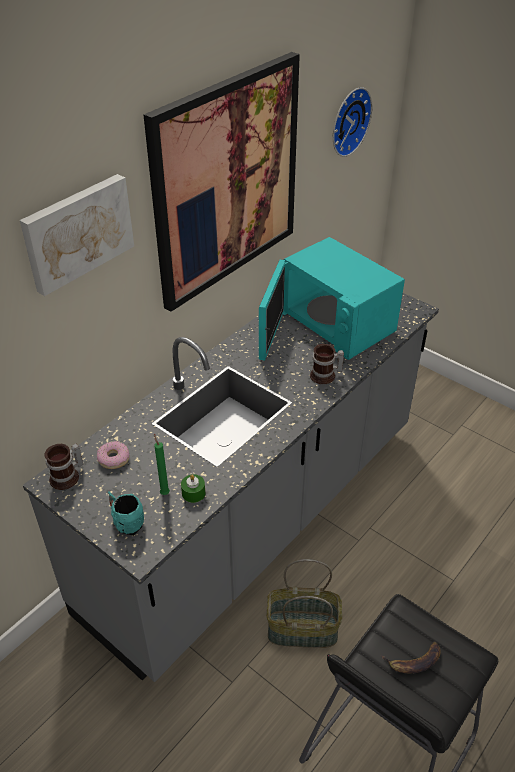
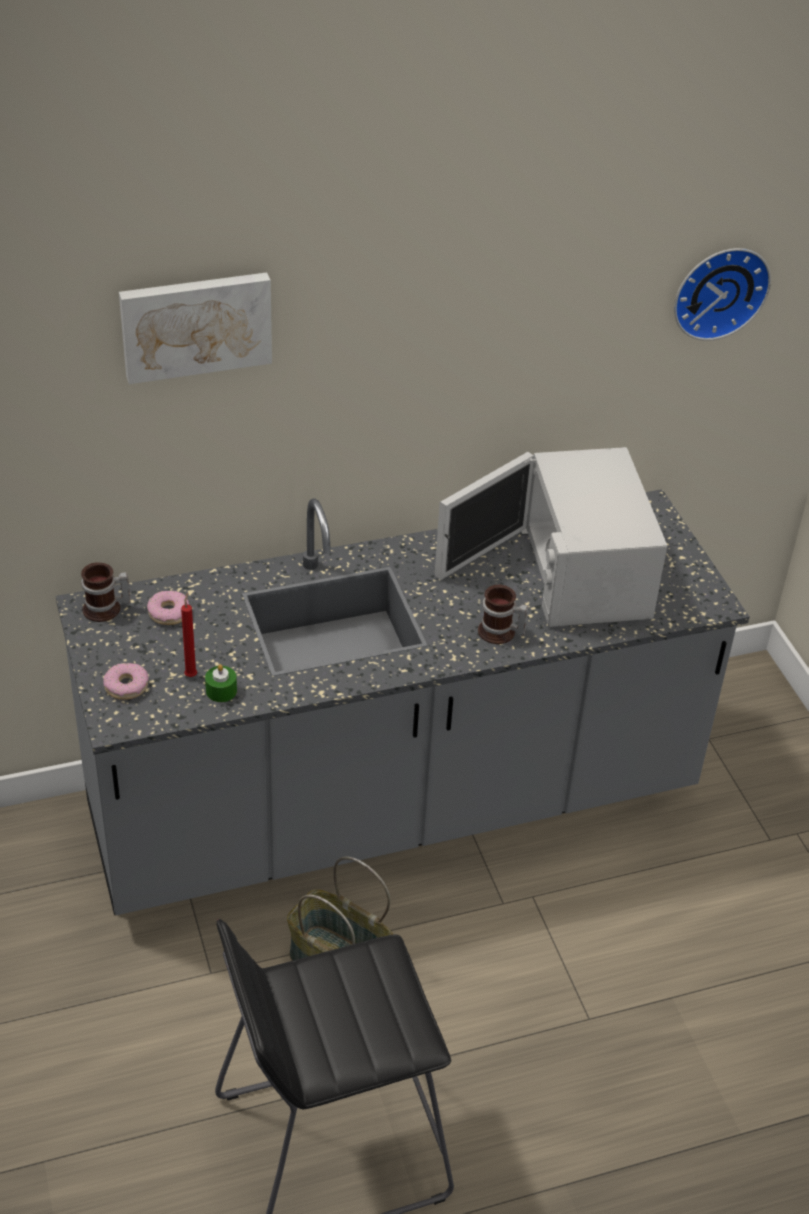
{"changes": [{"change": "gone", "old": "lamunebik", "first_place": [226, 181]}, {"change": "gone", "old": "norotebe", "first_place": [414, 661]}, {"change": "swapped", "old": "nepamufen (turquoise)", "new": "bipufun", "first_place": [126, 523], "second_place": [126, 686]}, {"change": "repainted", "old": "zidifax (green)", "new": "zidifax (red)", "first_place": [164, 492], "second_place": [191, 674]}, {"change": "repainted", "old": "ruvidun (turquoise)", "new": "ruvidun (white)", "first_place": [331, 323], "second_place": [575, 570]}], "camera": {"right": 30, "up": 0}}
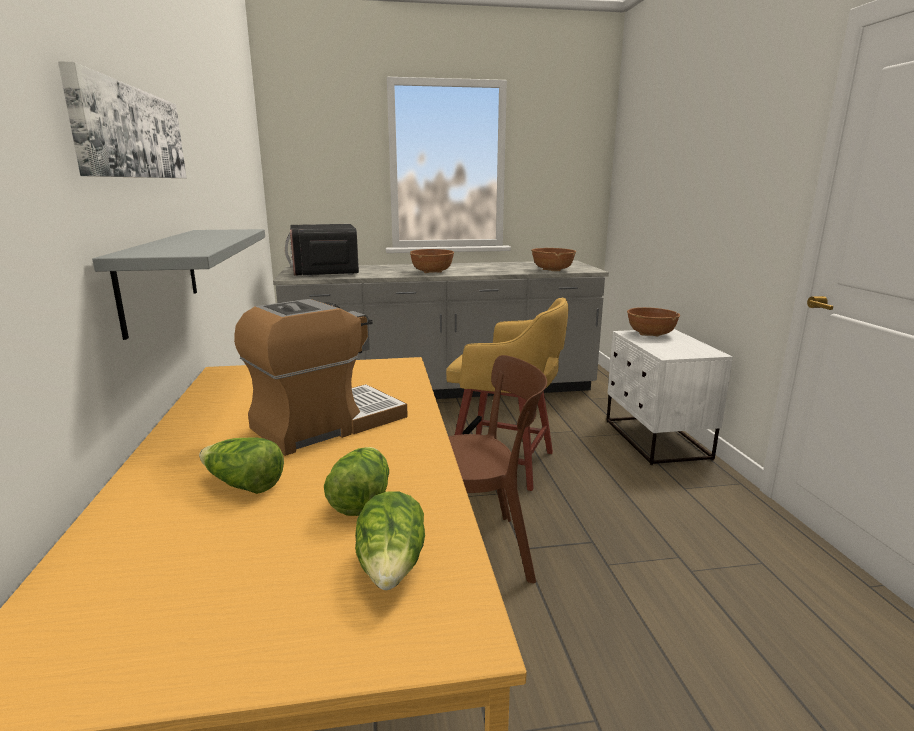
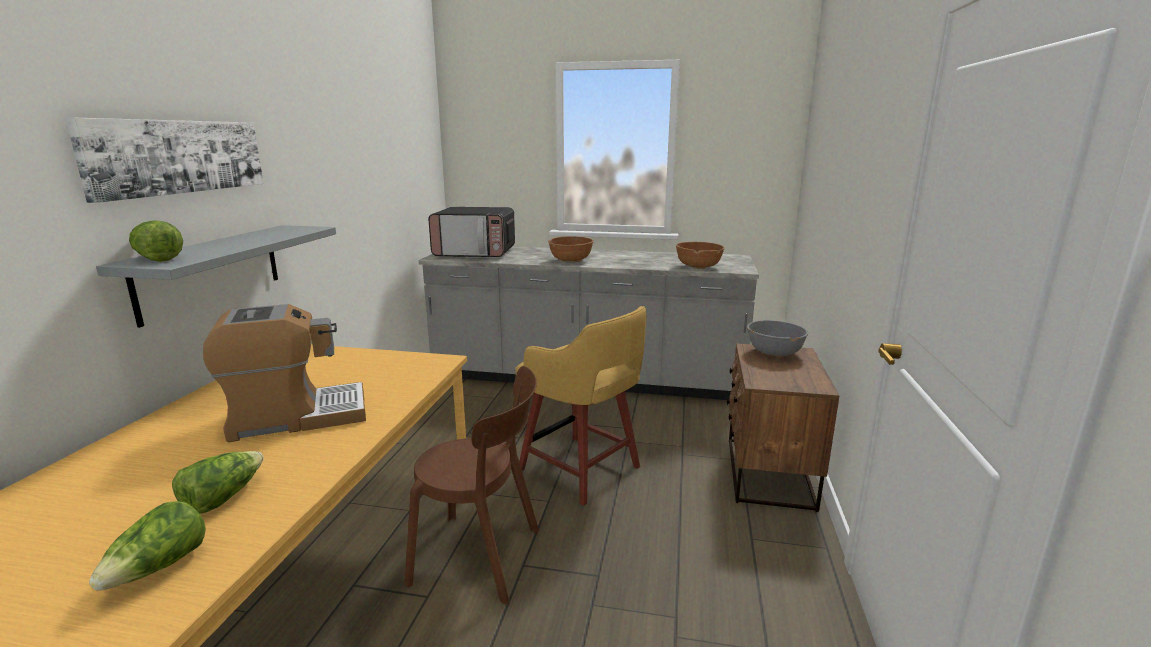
{"changes": [{"change": "shifted", "old": "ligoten", "first_place": [243, 485], "second_place": [157, 258]}, {"change": "repainted", "old": "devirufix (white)", "new": "devirufix (brown)", "first_place": [655, 440], "second_place": [767, 473]}, {"change": "repainted", "old": "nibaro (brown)", "new": "nibaro (grey)", "first_place": [650, 334], "second_place": [774, 353]}, {"change": "rotated", "old": "ruvidun", "first_place": [325, 272], "second_place": [475, 253], "degrees": -90}], "camera": {"right": 20, "up": 0}}
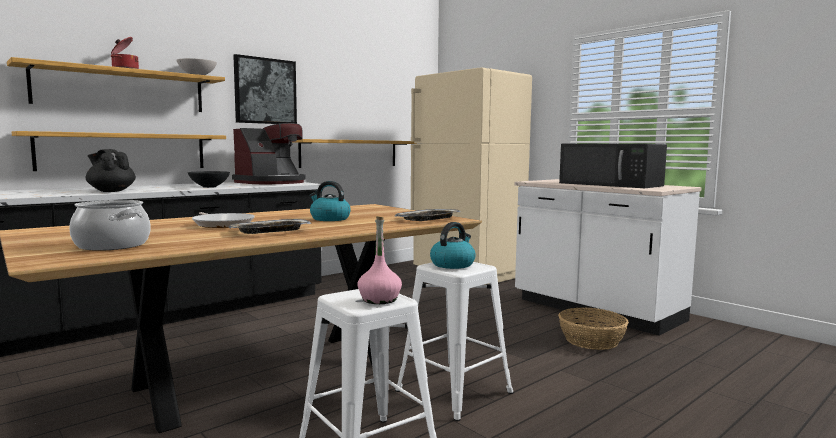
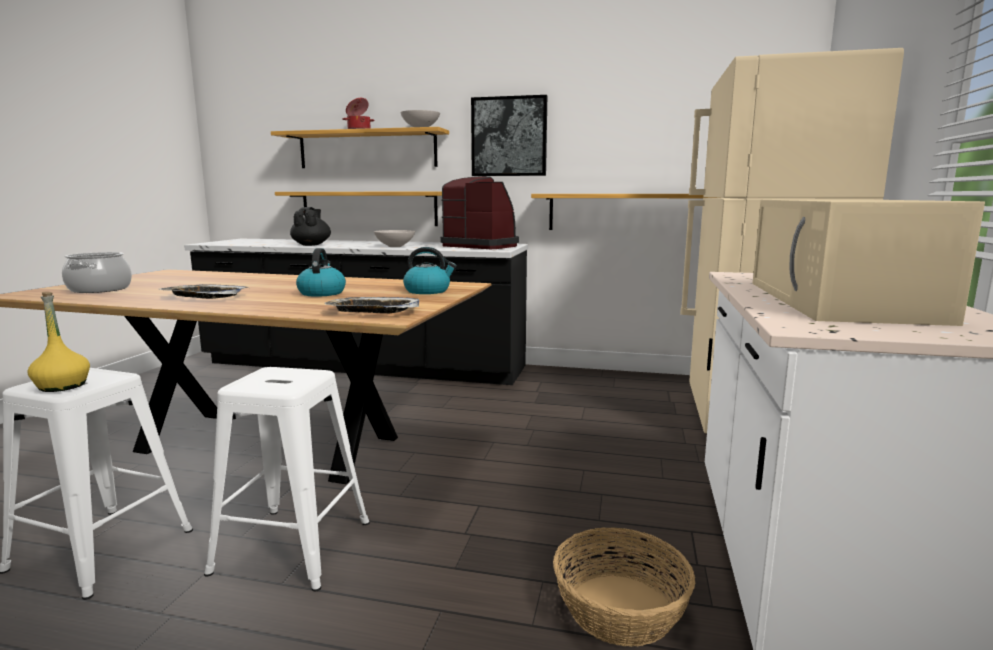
{"changes": [{"change": "gone", "old": "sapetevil", "first_place": [222, 224]}, {"change": "shifted", "old": "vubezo", "first_place": [452, 264], "second_place": [428, 291]}, {"change": "repainted", "old": "nibaro (black)", "new": "nibaro (white)", "first_place": [209, 187], "second_place": [394, 246]}, {"change": "repainted", "old": "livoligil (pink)", "new": "livoligil (yellow)", "first_place": [379, 300], "second_place": [62, 386]}, {"change": "repainted", "old": "ruvidun (black)", "new": "ruvidun (beige)", "first_place": [611, 184], "second_place": [840, 301]}, {"change": "rotated", "old": "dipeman", "first_place": [271, 182], "second_place": [482, 246], "degrees": -150}], "camera": {"right": 55, "up": 5}}
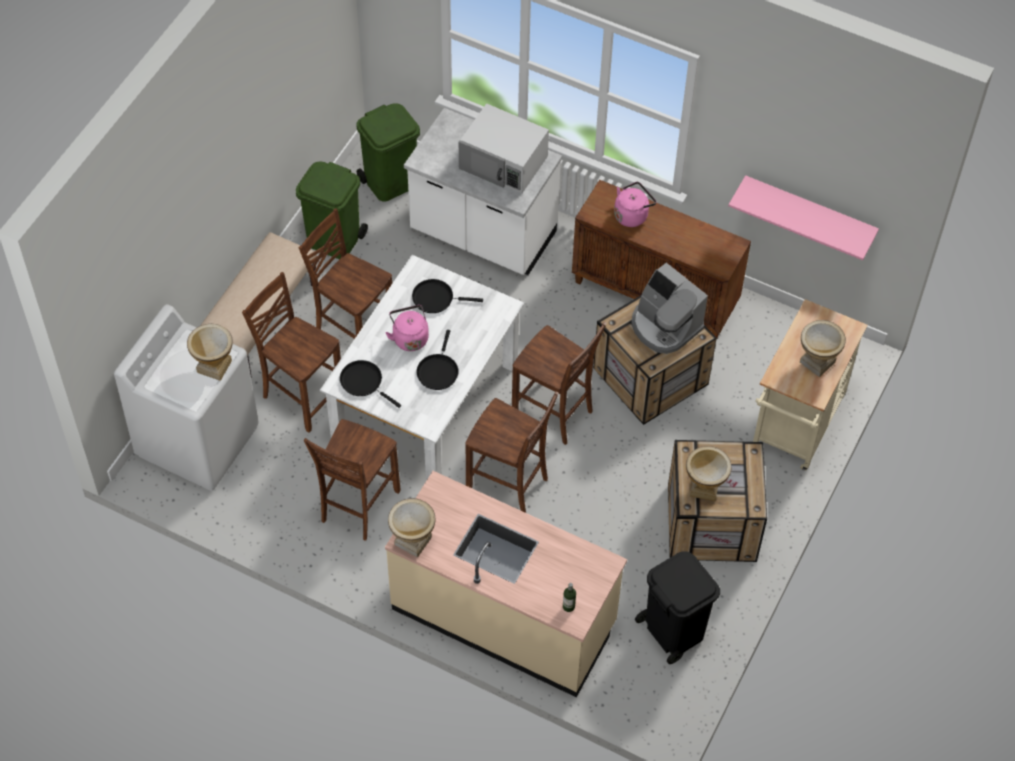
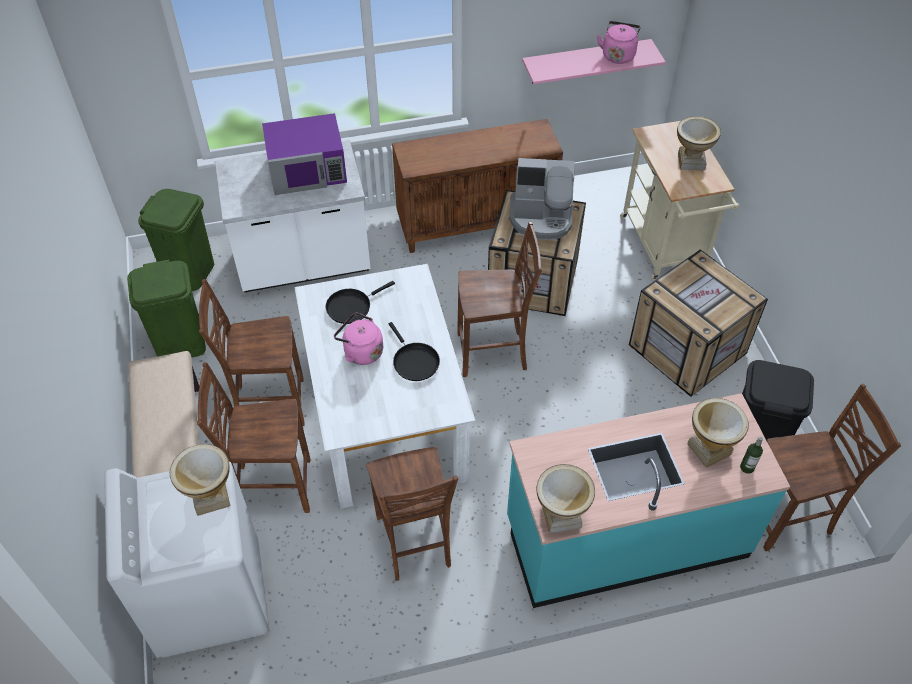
{"changes": [{"change": "gone", "old": "sapetevil (black)", "first_place": [364, 382]}, {"change": "shifted", "old": "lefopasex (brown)", "first_place": [509, 485], "second_place": [788, 517]}, {"change": "shifted", "old": "vubezo (pink)", "first_place": [632, 215], "second_place": [618, 55]}, {"change": "shifted", "old": "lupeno", "first_place": [704, 487], "second_place": [709, 449]}, {"change": "repainted", "old": "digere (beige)", "new": "digere (turquoise)", "first_place": [504, 615], "second_place": [625, 537]}, {"change": "repainted", "old": "ruvidun (white)", "new": "ruvidun (purple)", "first_place": [504, 162], "second_place": [308, 170]}], "camera": {"right": -40, "up": -5}}
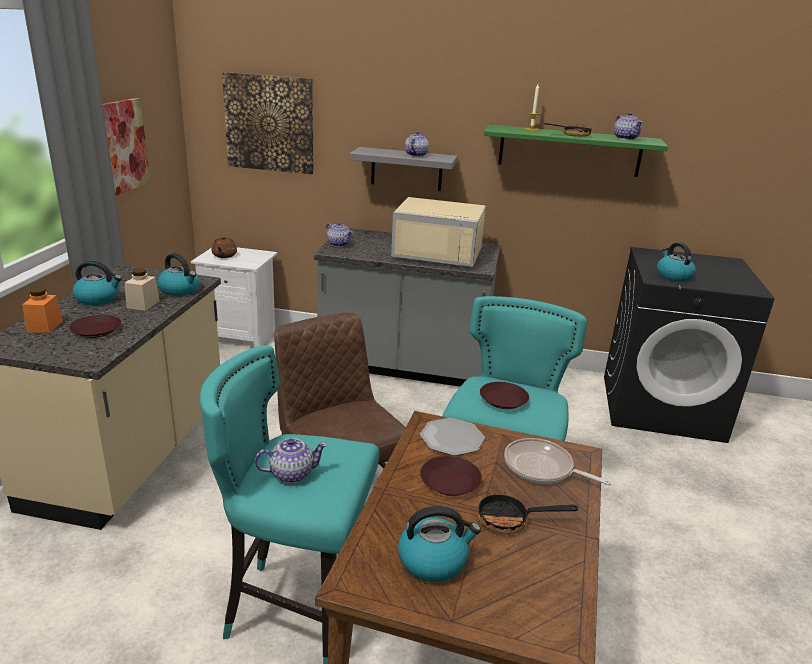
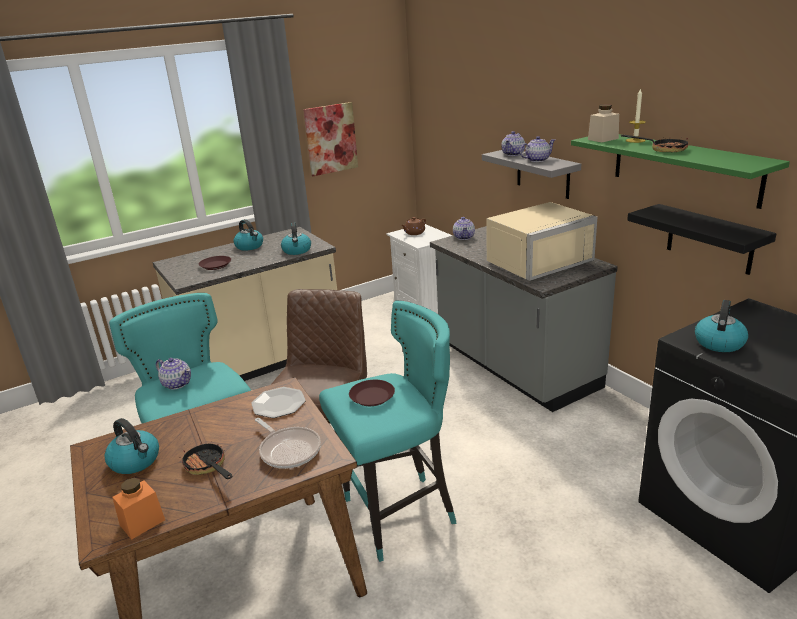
{"changes": [{"change": "gone", "old": "lamunebik", "first_place": [269, 123]}, {"change": "gone", "old": "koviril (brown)", "first_place": [450, 481]}, {"change": "new", "new": "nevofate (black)", "second_place": [709, 239]}, {"change": "shifted", "old": "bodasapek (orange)", "first_place": [45, 326], "second_place": [142, 522]}, {"change": "shifted", "old": "bodasapek (beige)", "first_place": [143, 304], "second_place": [603, 139]}, {"change": "shifted", "old": "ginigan", "first_place": [625, 138], "second_place": [513, 154]}, {"change": "rotated", "old": "ruvidun (beige)", "first_place": [439, 252], "second_place": [535, 261], "degrees": -90}, {"change": "rotated", "old": "sapetevil", "first_place": [542, 468], "second_place": [288, 450], "degrees": 150}], "camera": {"right": 50, "up": 0}}
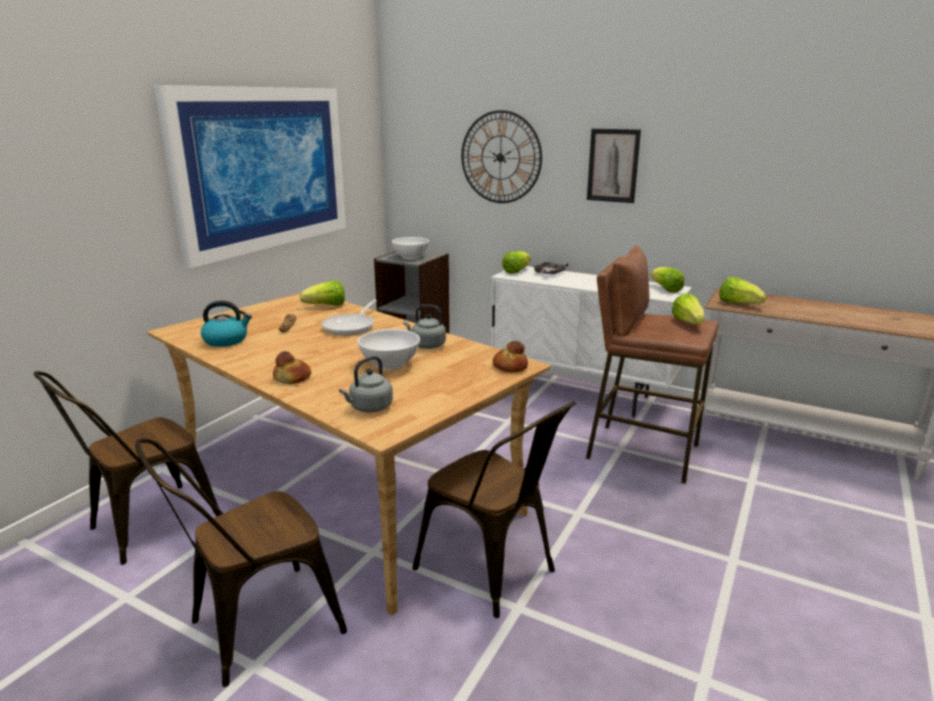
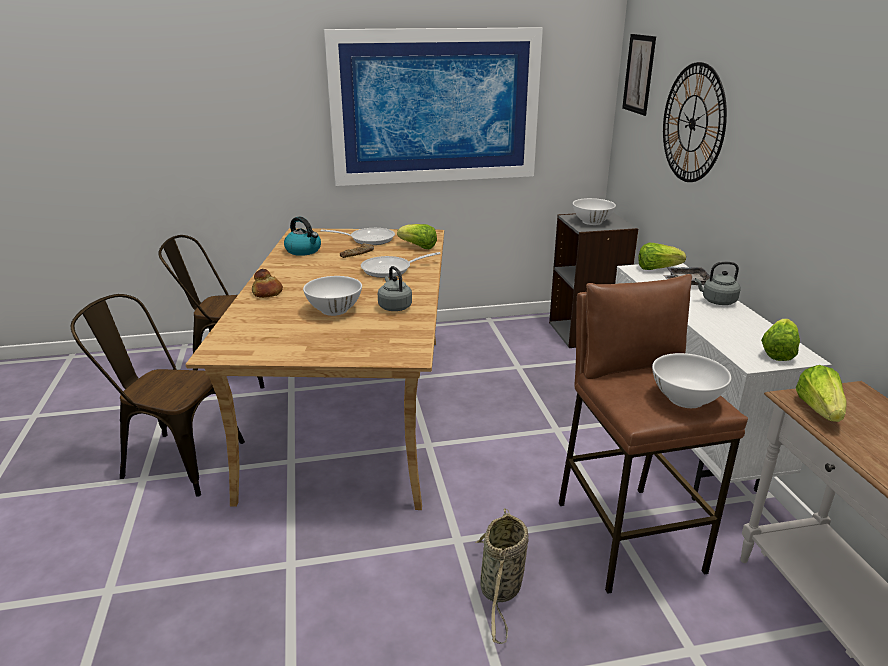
{"changes": [{"change": "gone", "old": "lefopasex (brown)", "first_place": [494, 572]}, {"change": "gone", "old": "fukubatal", "first_place": [509, 367]}, {"change": "new", "new": "sapetevil", "second_place": [368, 239]}, {"change": "new", "new": "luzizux", "second_place": [501, 591]}, {"change": "shifted", "old": "vubezo (grey)", "first_place": [369, 408], "second_place": [717, 301]}, {"change": "shifted", "old": "lamunebik", "first_place": [613, 165], "second_place": [639, 74]}, {"change": "swapped", "old": "ligoten", "new": "nibaro (white)", "first_place": [688, 323], "second_place": [686, 399]}], "camera": {"right": 50, "up": 5}}
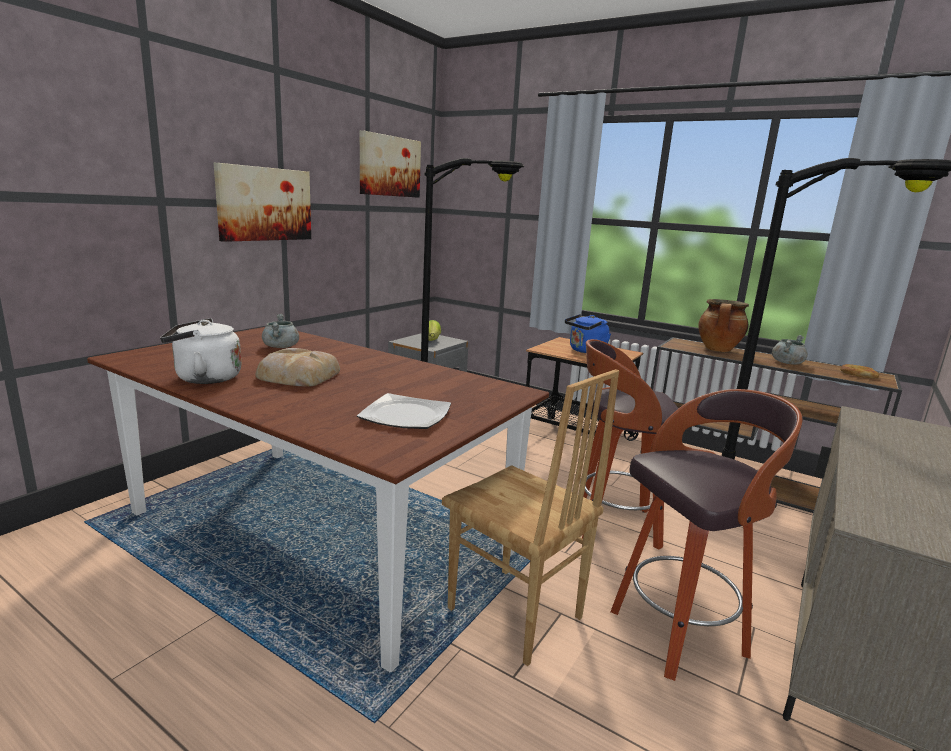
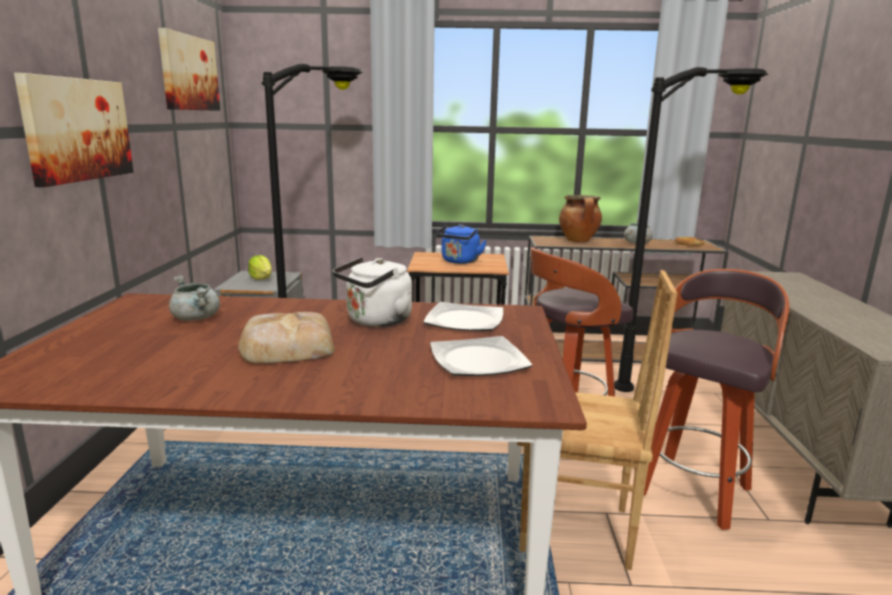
{"changes": [{"change": "new", "new": "koviril", "second_place": [465, 321]}, {"change": "shifted", "old": "vubezo (white)", "first_place": [204, 378], "second_place": [376, 321]}], "camera": {"right": -30, "up": 0}}
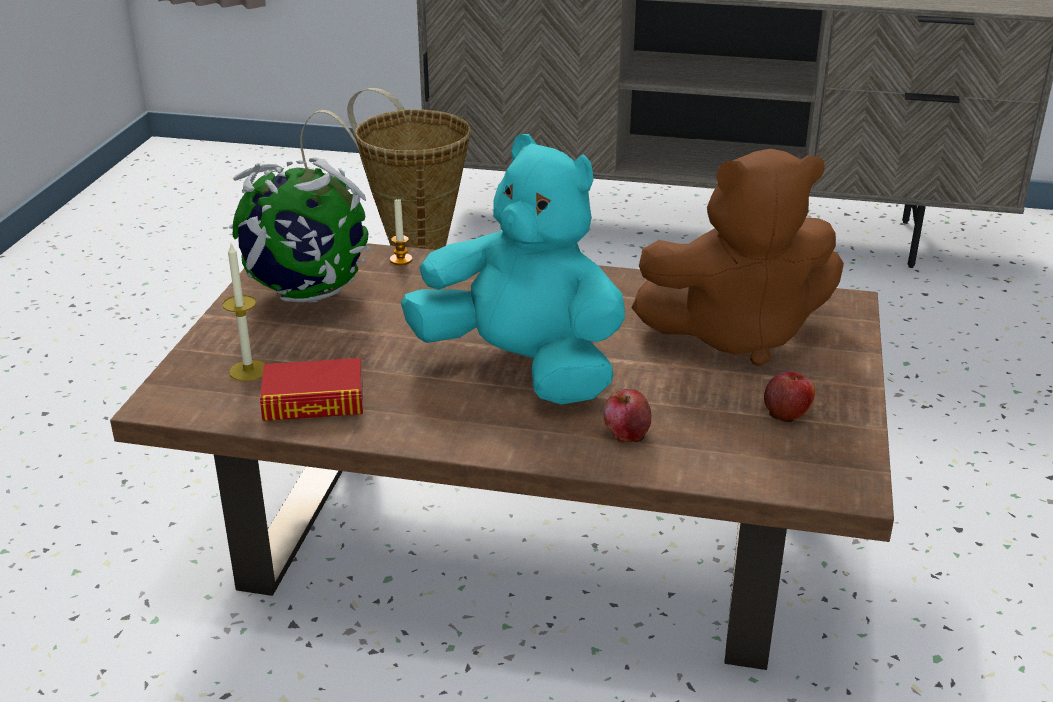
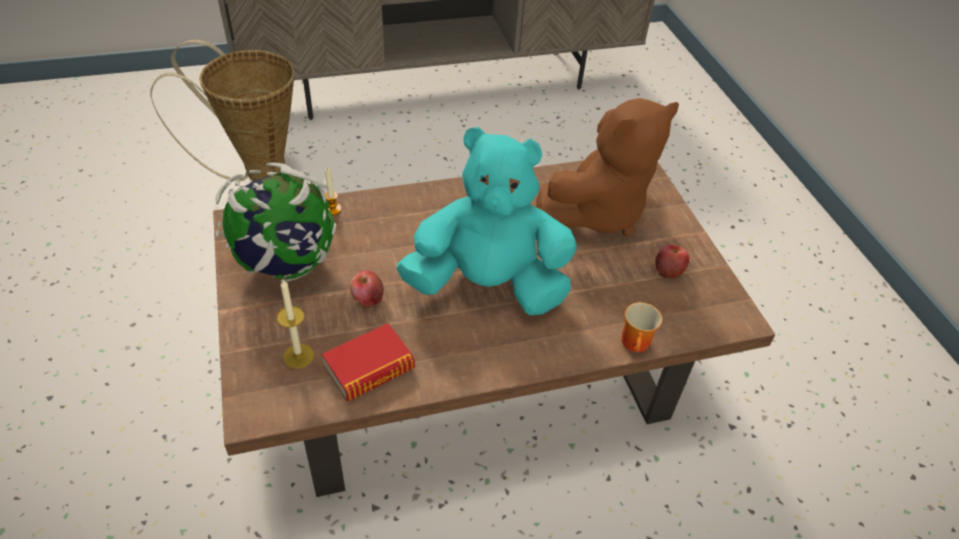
{"changes": [{"change": "new", "new": "nepamufen", "second_place": [637, 344]}, {"change": "shifted", "old": "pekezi", "first_place": [626, 433], "second_place": [367, 298]}], "camera": {"right": -30, "up": 15}}
